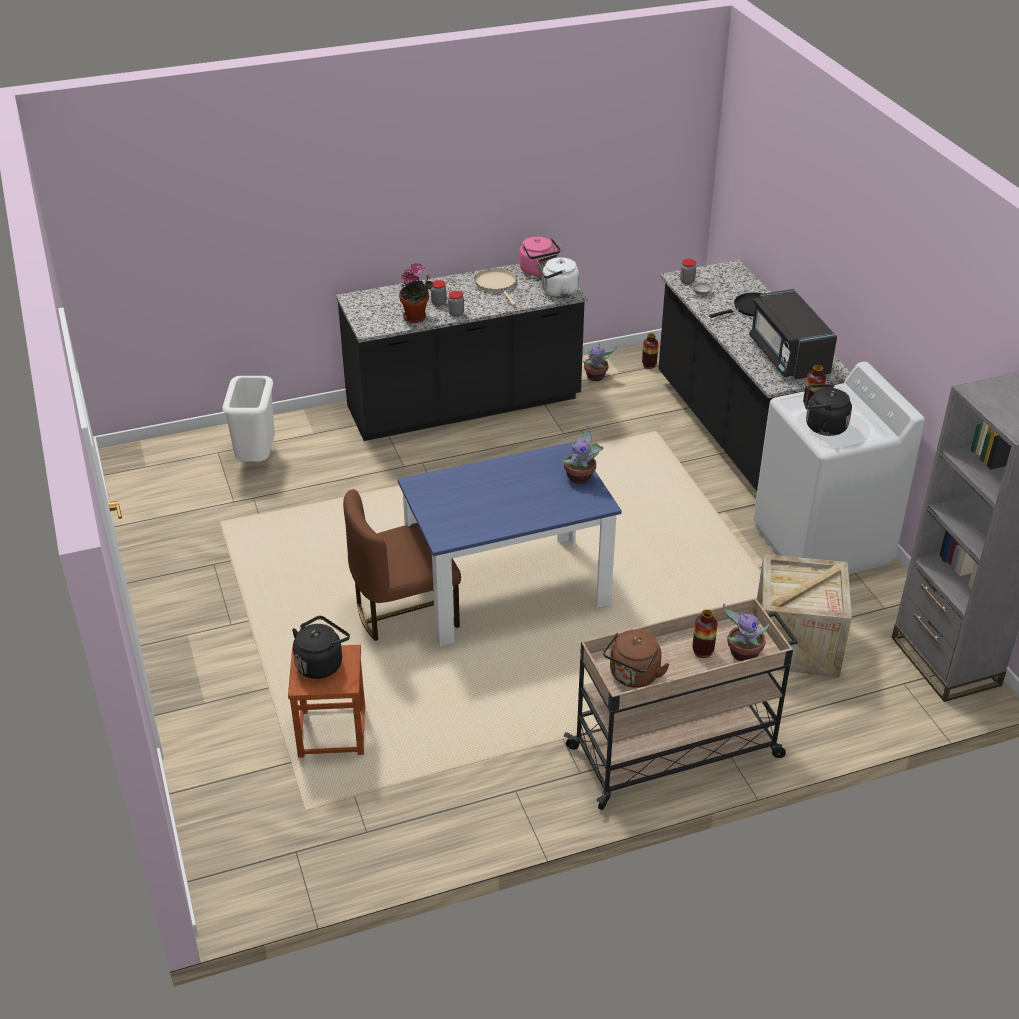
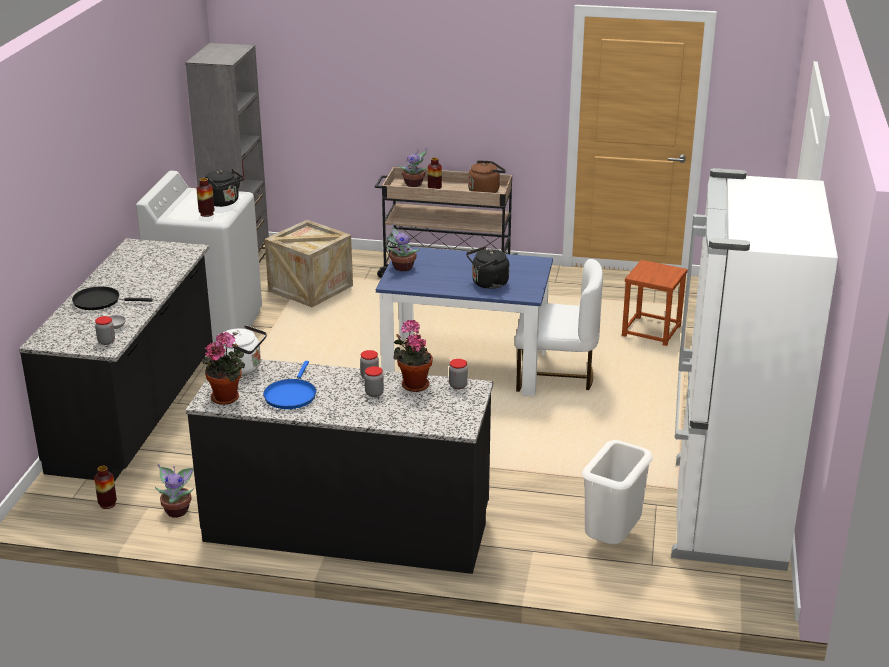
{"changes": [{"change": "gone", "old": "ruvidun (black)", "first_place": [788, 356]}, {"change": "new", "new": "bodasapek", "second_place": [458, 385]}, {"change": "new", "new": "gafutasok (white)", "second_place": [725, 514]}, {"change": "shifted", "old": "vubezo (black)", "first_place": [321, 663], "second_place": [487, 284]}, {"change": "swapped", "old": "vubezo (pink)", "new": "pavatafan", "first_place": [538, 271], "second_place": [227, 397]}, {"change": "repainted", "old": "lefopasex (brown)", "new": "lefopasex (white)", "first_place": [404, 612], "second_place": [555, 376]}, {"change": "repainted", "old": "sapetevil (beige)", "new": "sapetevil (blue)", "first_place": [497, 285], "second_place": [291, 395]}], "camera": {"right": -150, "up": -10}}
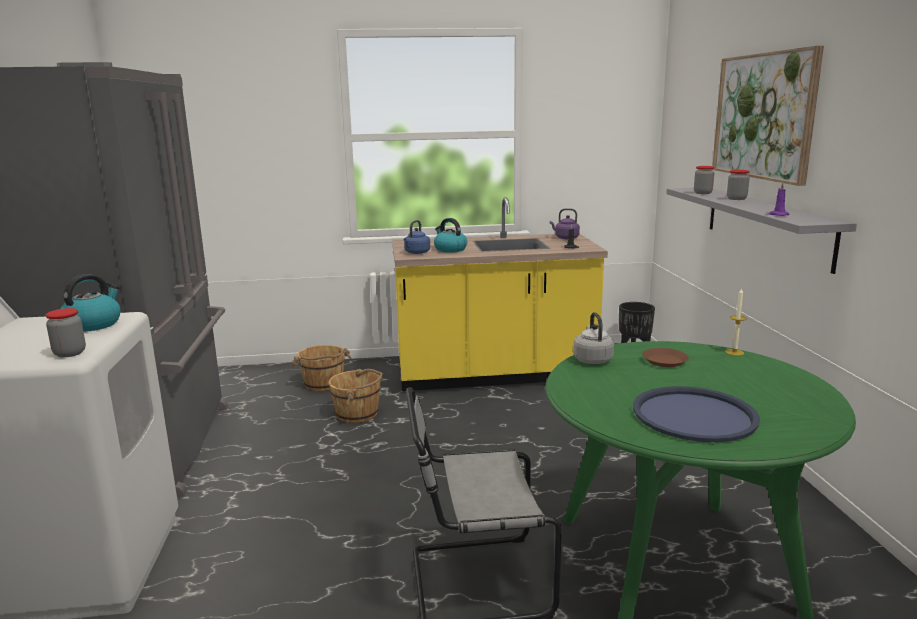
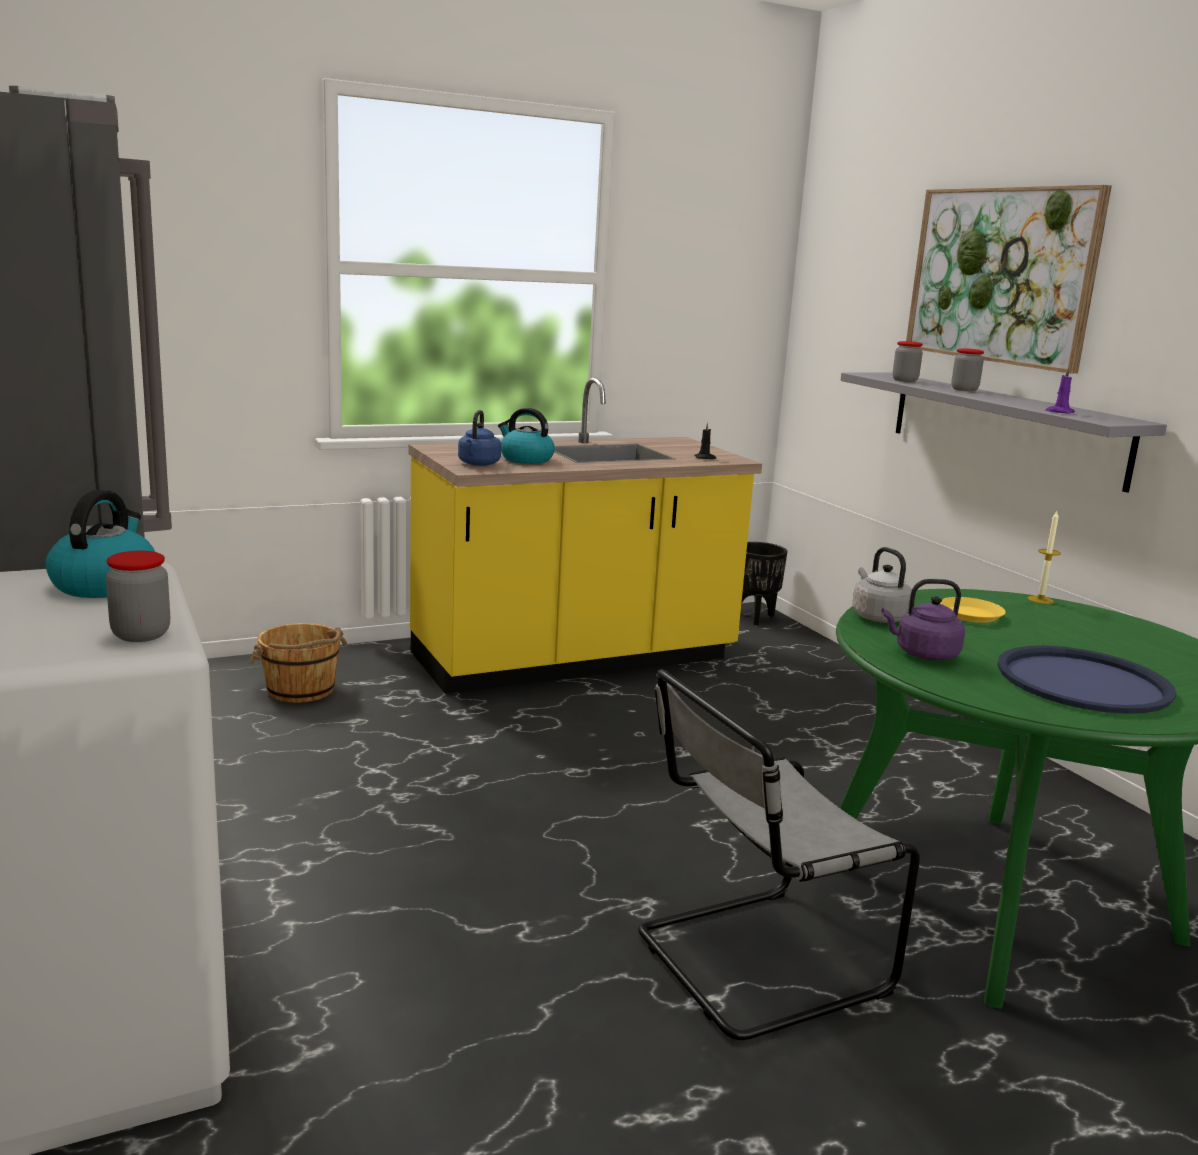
{"changes": [{"change": "gone", "old": "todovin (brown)", "first_place": [358, 413]}, {"change": "shifted", "old": "vubezo (purple)", "first_place": [565, 238], "second_place": [923, 654]}, {"change": "repainted", "old": "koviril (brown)", "new": "koviril (yellow)", "first_place": [664, 361], "second_place": [970, 614]}], "camera": {"right": -20, "up": 0}}
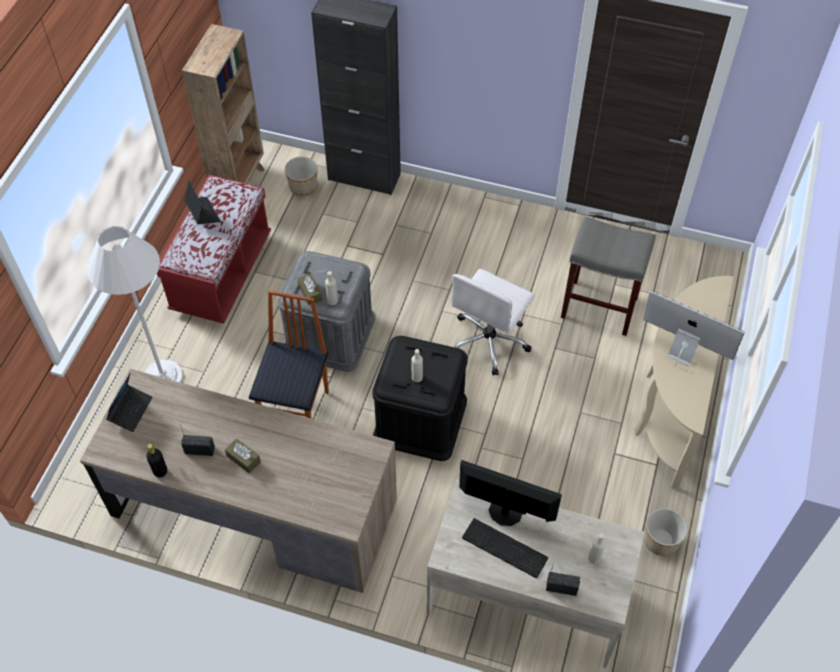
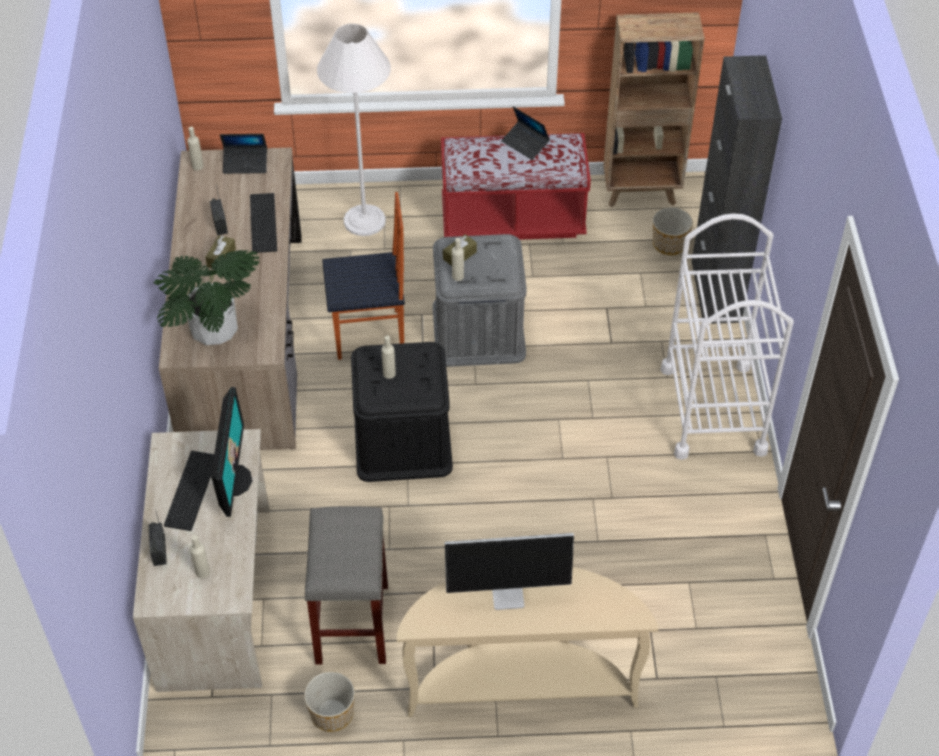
{"changes": [{"change": "gone", "old": "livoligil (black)", "first_place": [160, 471]}, {"change": "gone", "old": "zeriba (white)", "first_place": [489, 341]}, {"change": "new", "new": "pavatafan", "second_place": [214, 330]}, {"change": "new", "new": "livoligil (beige)", "second_place": [197, 166]}, {"change": "new", "new": "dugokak", "second_place": [261, 222]}, {"change": "new", "new": "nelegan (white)", "second_place": [713, 409]}, {"change": "shifted", "old": "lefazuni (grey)", "first_place": [600, 307], "second_place": [353, 625]}, {"change": "rotated", "old": "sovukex", "first_place": [202, 213], "second_place": [525, 144], "degrees": 90}, {"change": "rotated", "old": "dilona", "first_place": [681, 352], "second_place": [509, 594], "degrees": 75}], "camera": {"right": 70, "up": -5}}
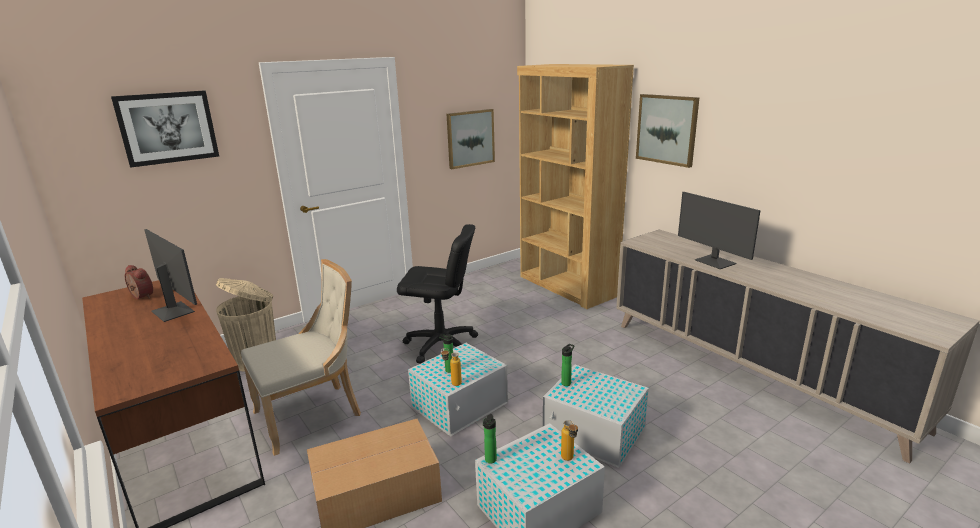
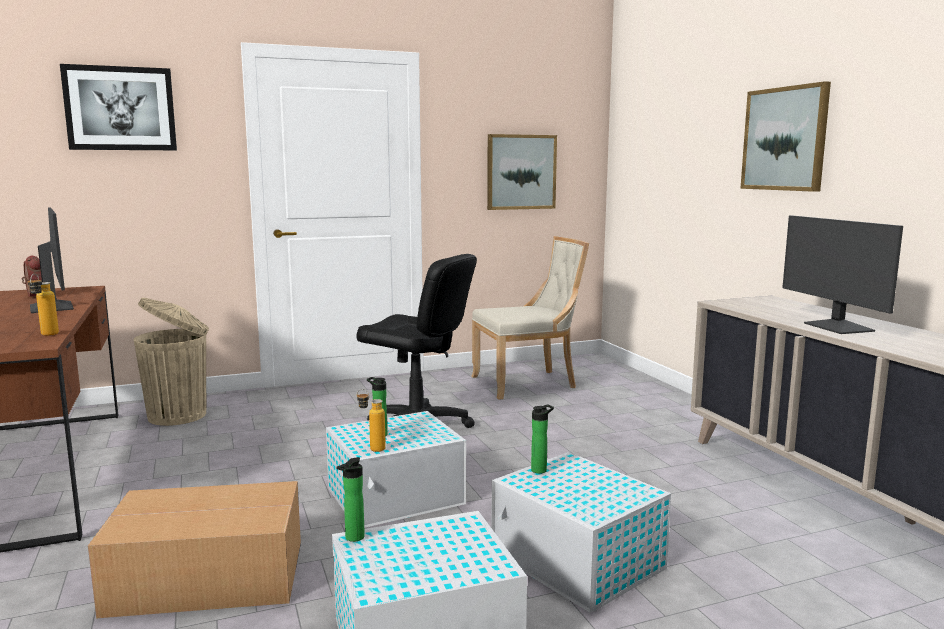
{"changes": [{"change": "gone", "old": "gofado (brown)", "first_place": [567, 286]}, {"change": "shifted", "old": "lefopasex (beige)", "first_place": [312, 414], "second_place": [528, 383]}, {"change": "shifted", "old": "livoligil", "first_place": [569, 460], "second_place": [46, 335]}], "camera": {"right": 15, "up": -10}}
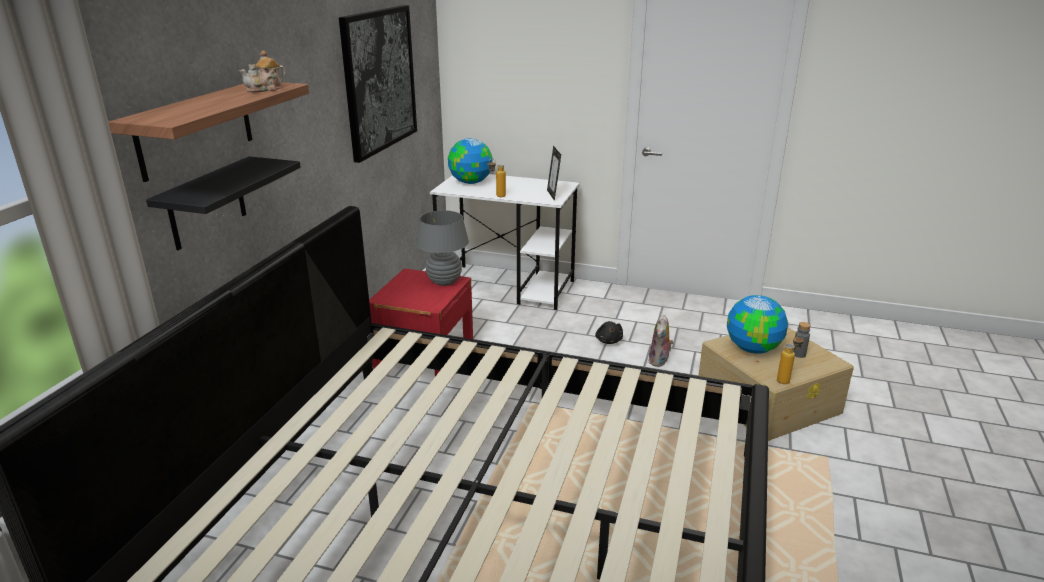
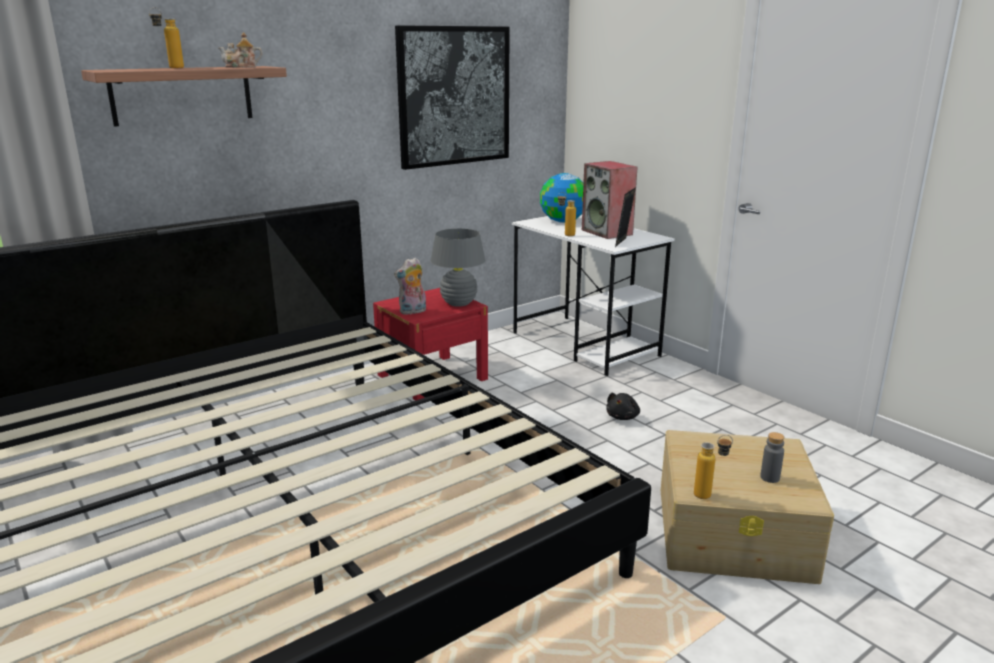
{"changes": [{"change": "gone", "old": "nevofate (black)", "first_place": [207, 204]}, {"change": "gone", "old": "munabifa", "first_place": [752, 348]}, {"change": "new", "new": "livoligil", "second_place": [170, 68]}, {"change": "new", "new": "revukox", "second_place": [608, 232]}, {"change": "shifted", "old": "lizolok", "first_place": [659, 361], "second_place": [412, 312]}], "camera": {"right": 35, "up": -5}}
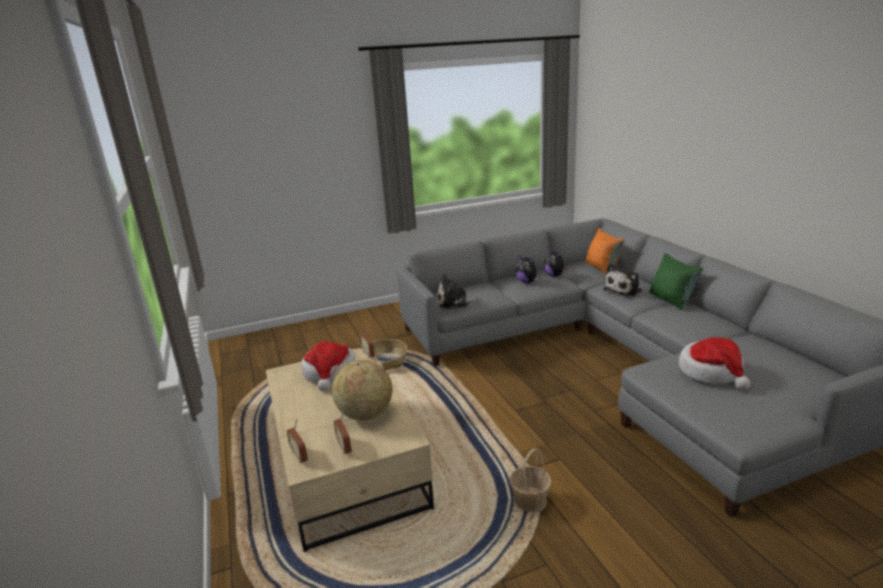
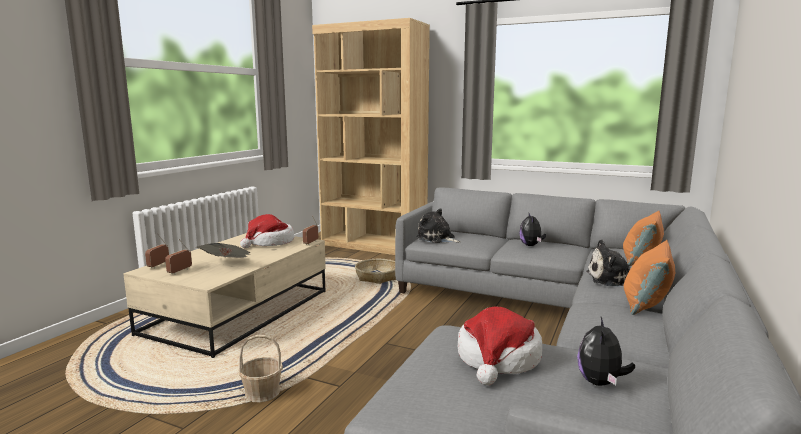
{"changes": [{"change": "new", "new": "gofado (brown)", "second_place": [373, 245]}, {"change": "shifted", "old": "lizolok", "first_place": [555, 275], "second_place": [601, 383]}, {"change": "swapped", "old": "munabifa", "new": "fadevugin", "first_place": [365, 414], "second_place": [227, 264]}, {"change": "repainted", "old": "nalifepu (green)", "new": "nalifepu (orange)", "first_place": [671, 300], "second_place": [646, 305]}], "camera": {"right": 45, "up": -10}}
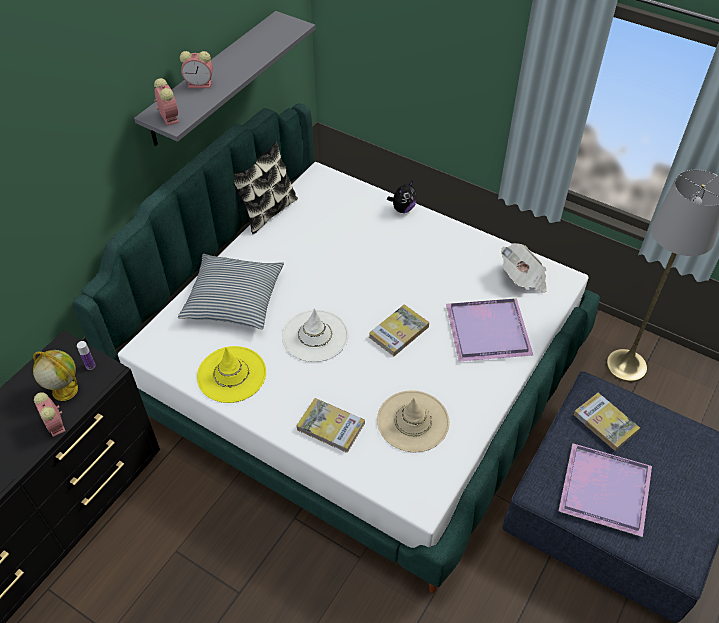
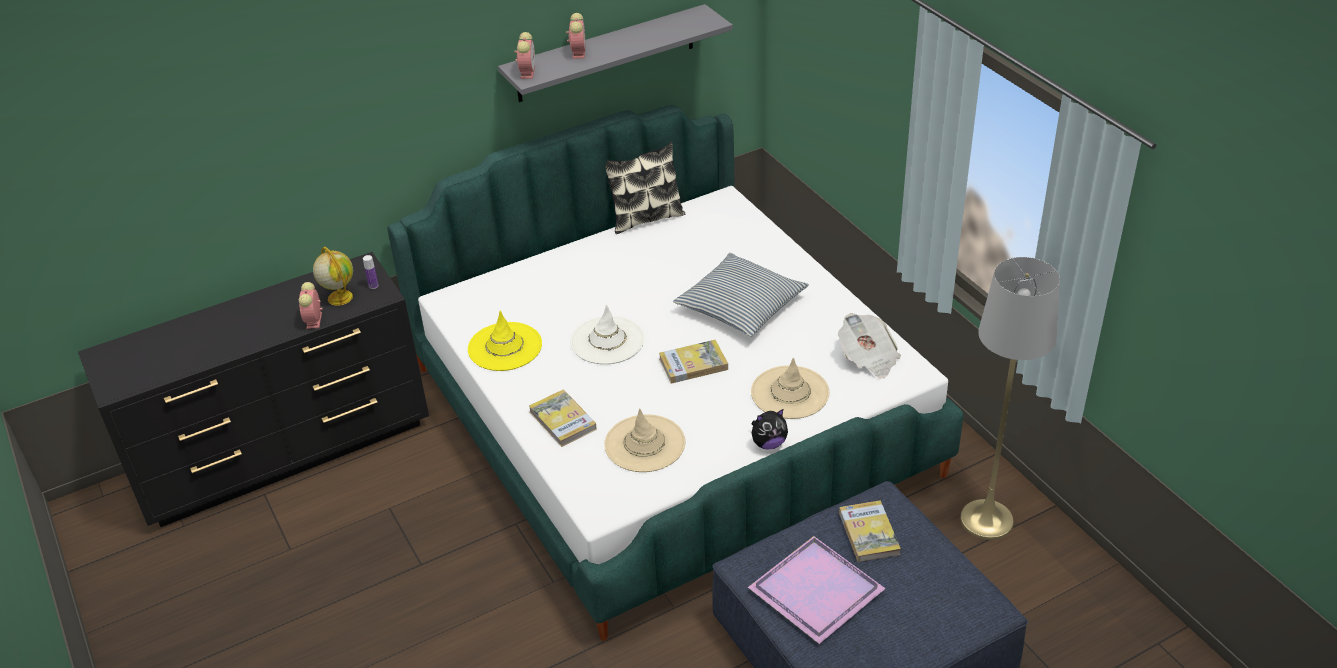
{"changes": [{"change": "shifted", "old": "nalifepu", "first_place": [233, 299], "second_place": [740, 305]}, {"change": "shifted", "old": "lizolok", "first_place": [402, 209], "second_place": [768, 443]}, {"change": "swapped", "old": "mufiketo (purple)", "new": "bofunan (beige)", "first_place": [489, 329], "second_place": [790, 393]}, {"change": "rotated", "old": "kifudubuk", "first_place": [201, 84], "second_place": [578, 52], "degrees": -120}], "camera": {"right": 30, "up": -10}}
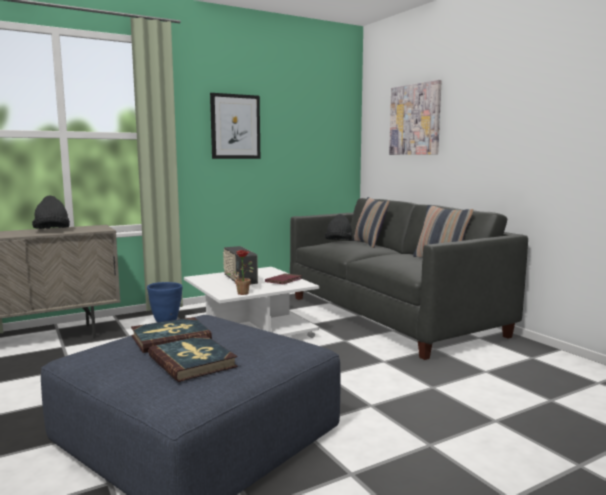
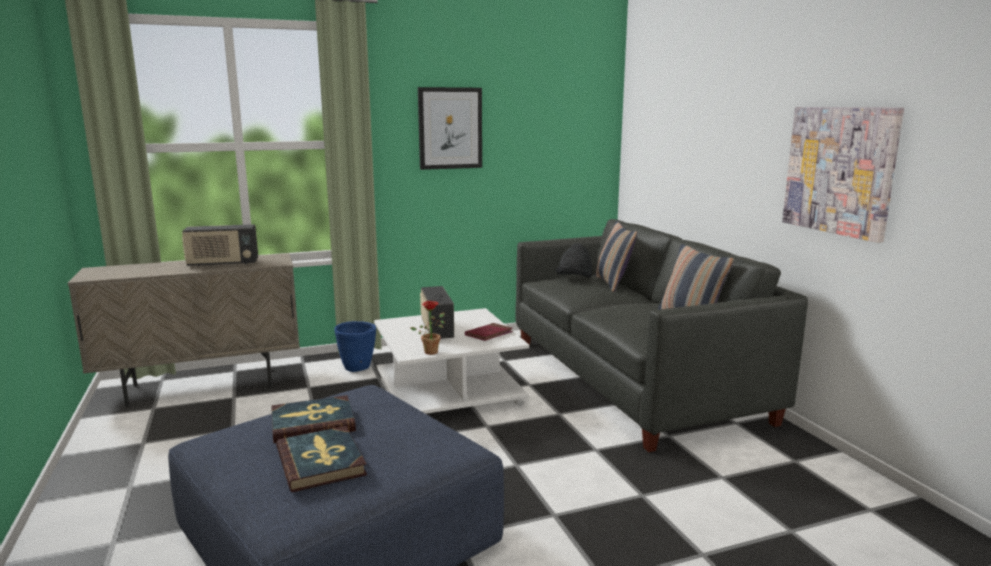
{"changes": [{"change": "shifted", "old": "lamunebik", "first_place": [415, 119], "second_place": [839, 170]}, {"change": "swapped", "old": "bofunan (black)", "new": "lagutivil", "first_place": [52, 231], "second_place": [222, 264]}], "camera": {"right": 10, "up": 5}}
